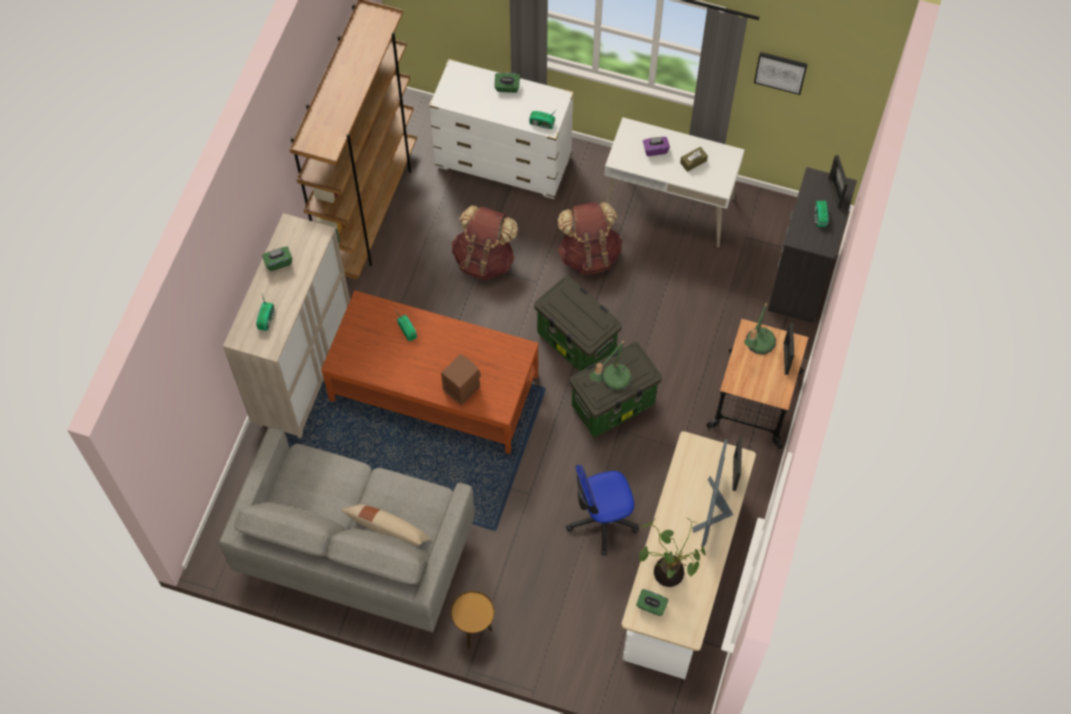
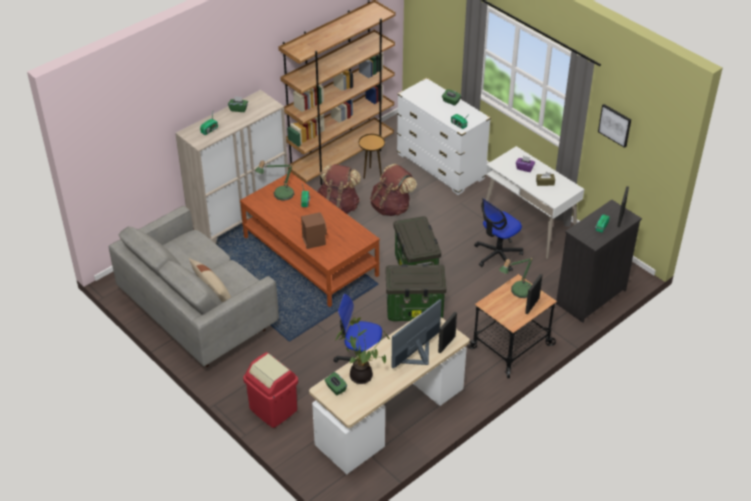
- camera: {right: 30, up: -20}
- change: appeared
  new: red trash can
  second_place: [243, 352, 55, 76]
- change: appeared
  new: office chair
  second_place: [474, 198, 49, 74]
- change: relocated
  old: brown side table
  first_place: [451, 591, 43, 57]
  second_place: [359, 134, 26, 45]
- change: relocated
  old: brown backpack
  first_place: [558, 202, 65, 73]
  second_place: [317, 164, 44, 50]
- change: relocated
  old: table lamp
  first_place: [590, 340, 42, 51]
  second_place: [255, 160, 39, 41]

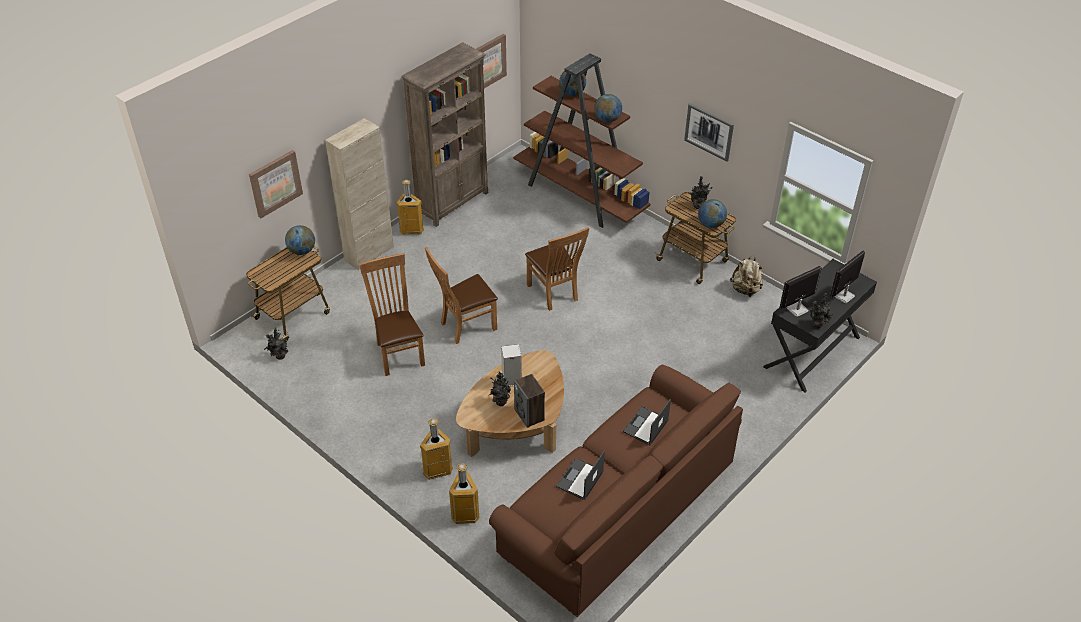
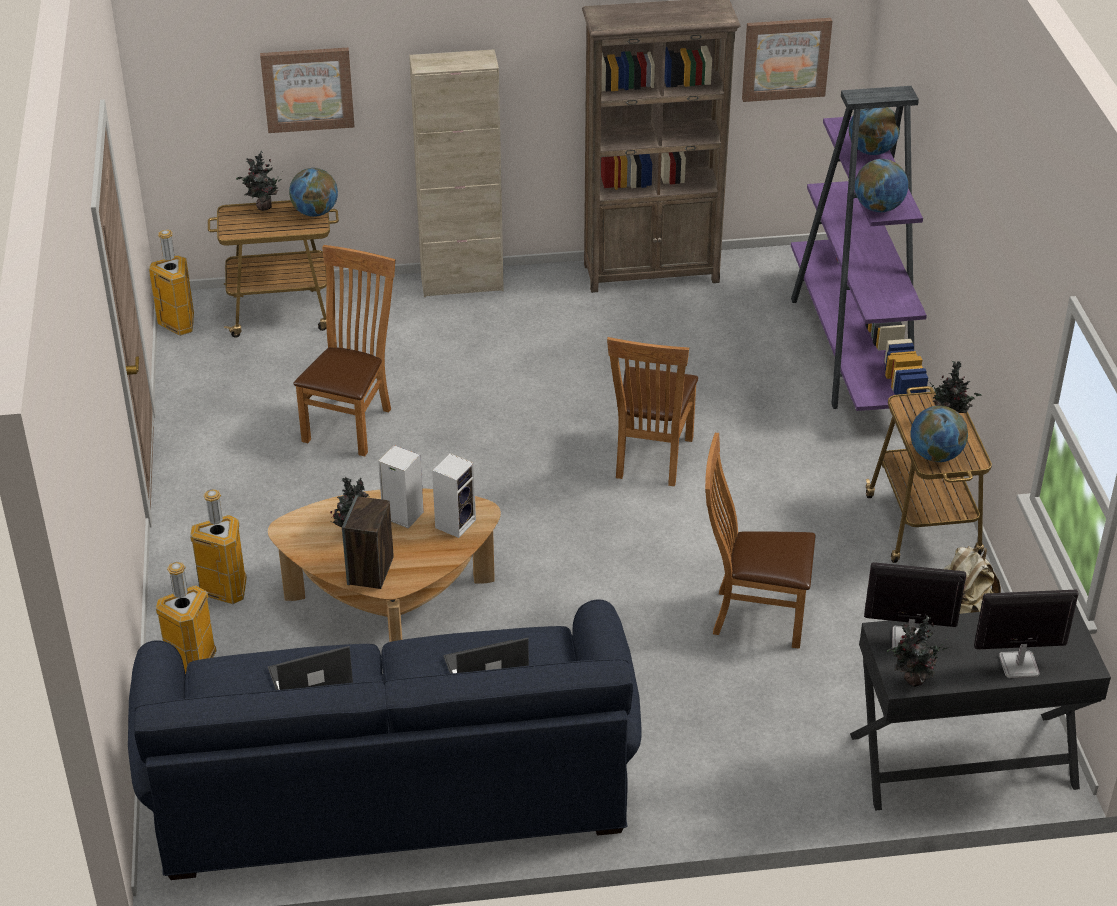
- camera: {right: 40, up: -5}
- change: missing
  old: picture
  first_place: [684, 103, 50, 59]
- change: appeared
  new: speaker
  second_place: [432, 453, 44, 85]
- change: relocated
  old: potted plant
  first_place: [264, 328, 24, 32]
  second_place: [236, 151, 47, 60]
- change: relocated
  old: trash can
  first_place: [396, 180, 28, 55]
  second_place: [149, 230, 45, 106]
- change: relocated
  old: brown chair
  first_place: [425, 247, 73, 97]
  second_place: [705, 433, 110, 216]
- change: colour
  old: brown sofa
  new: blue sofa
  first_place: [489, 365, 254, 252]
  second_place: [128, 600, 514, 280]
- change: colour
  old: brown bookcase
  new: purple bookcase
  first_place: [513, 53, 137, 175]
  second_place: [791, 86, 137, 325]

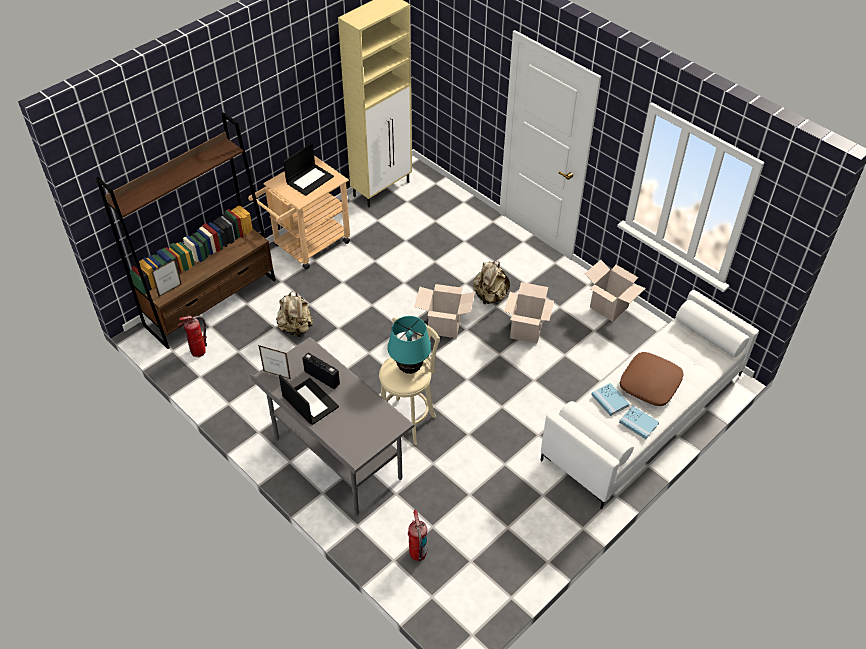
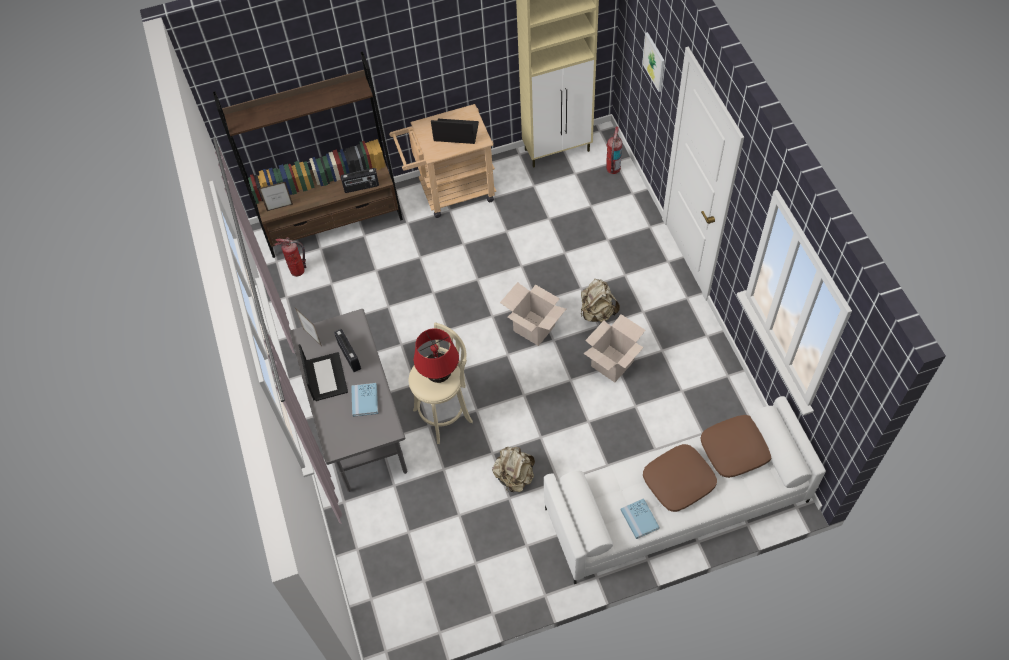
- camera: {right: 30, up: 10}
- change: missing
  old: cardboard box
  first_place: [585, 260, 61, 62]
- change: appeared
  new: radio
  second_place: [341, 168, 38, 25]
- change: appeared
  new: picture
  second_place: [642, 32, 23, 60]
- change: appeared
  new: brown pillow
  second_place: [700, 415, 71, 63]
- change: relocated
  old: beige backpack
  first_place: [276, 291, 37, 47]
  second_place: [492, 447, 43, 45]
- change: relocated
  old: fire extinguisher
  first_place: [408, 510, 19, 51]
  second_place: [606, 126, 16, 48]
- change: relocated
  old: blue book
  first_place: [591, 383, 39, 33]
  second_place: [351, 383, 27, 34]
- change: colour
  old: turquoise table lamp
  new: red table lamp
  first_place: [387, 316, 45, 58]
  second_place: [414, 328, 45, 55]
- change: spun
  old: laptop
  first_place: [283, 143, 51, 53]
  second_place: [431, 119, 48, 25]
  degrees: -150

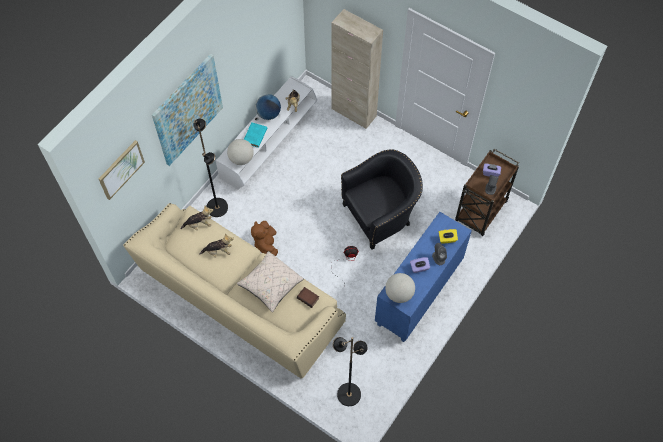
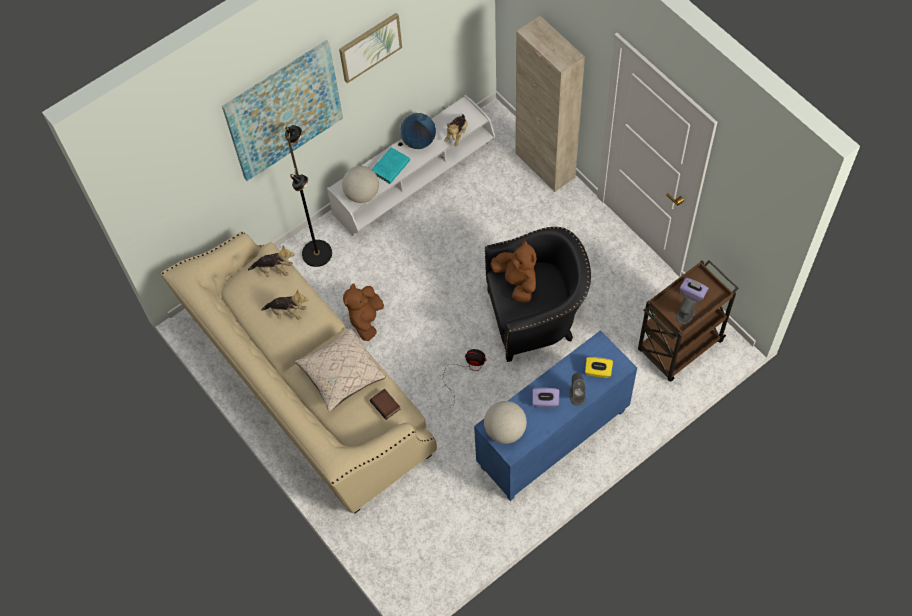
- camera: {right: 20, up: 0}
- change: missing
  old: black floor lamp
  first_place: [333, 337, 35, 69]
- change: appeared
  new: brown plush toy
  second_place: [491, 240, 46, 63]
- change: relocated
  old: picture
  first_place: [99, 140, 46, 60]
  second_place: [339, 13, 63, 70]

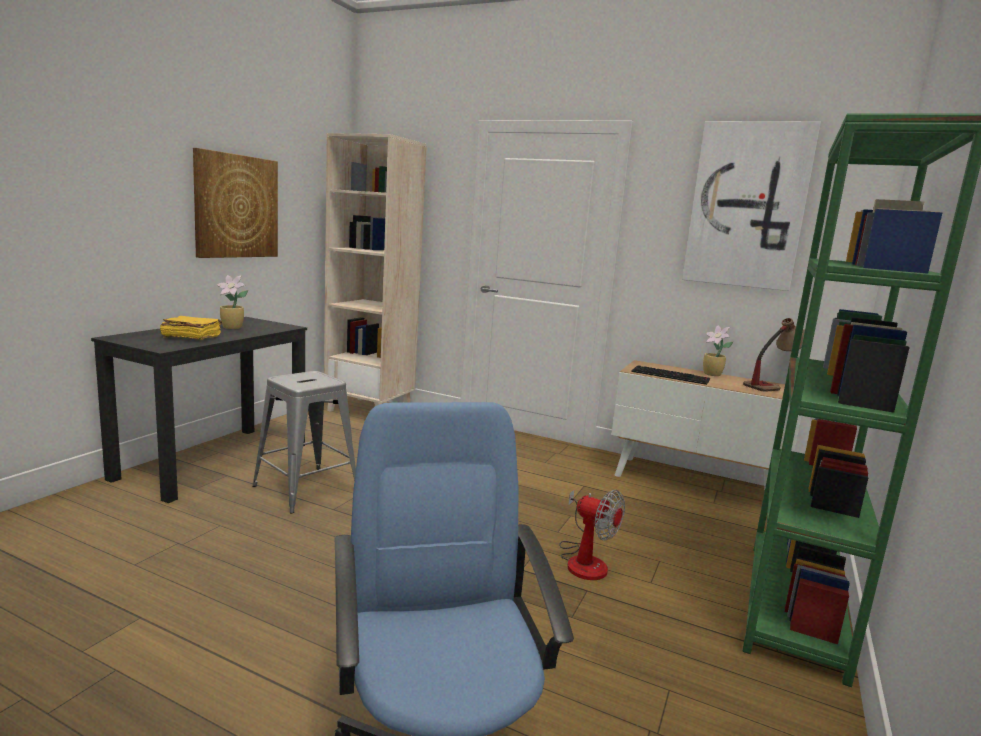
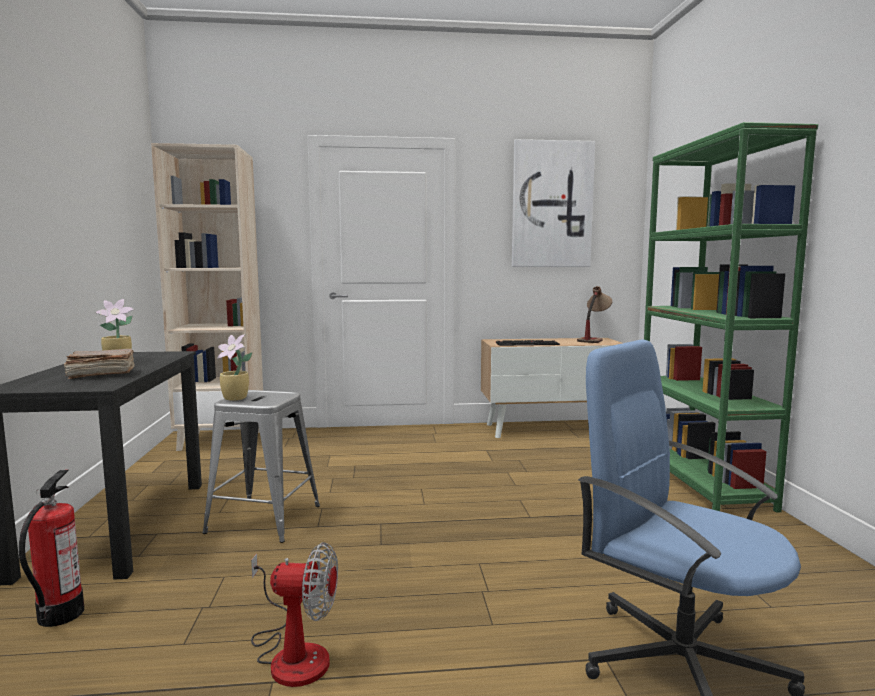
- camera: {right: -30, up: -5}
- change: missing
  old: picture
  first_place: [193, 148, 85, 110]
- change: appeared
  new: fire extinguisher
  second_place: [19, 470, 65, 157]
- change: relocated
  old: fan
  first_place: [560, 490, 65, 90]
  second_place: [251, 542, 87, 145]
- change: relocated
  old: potted plant
  first_place: [703, 325, 30, 51]
  second_place: [217, 334, 36, 67]
- change: colour
  old: yellow book
  new: brown book
  first_place: [160, 316, 62, 24]
  second_place: [64, 349, 71, 30]

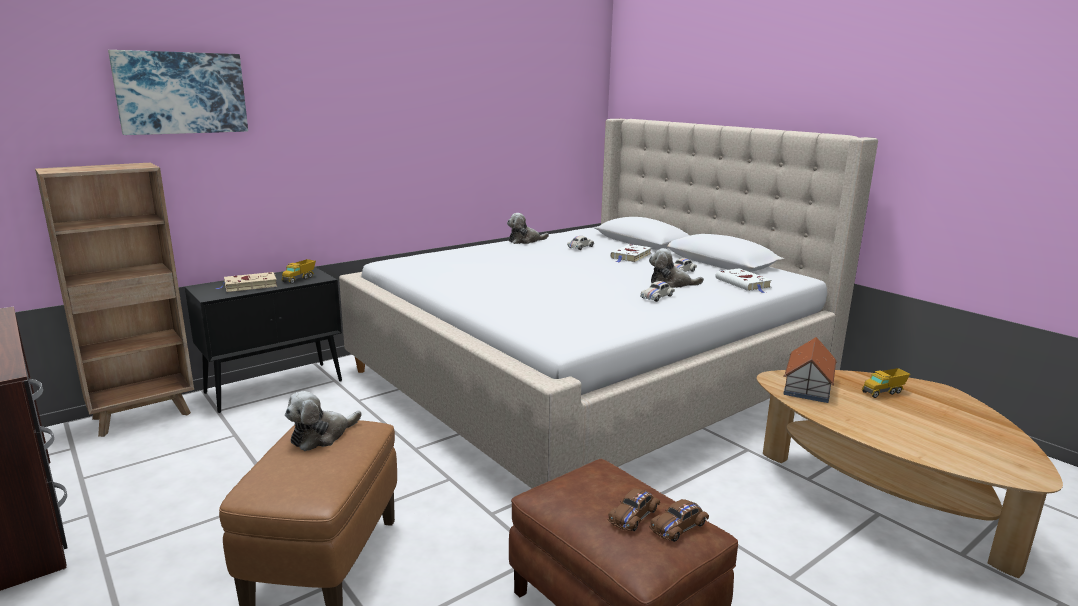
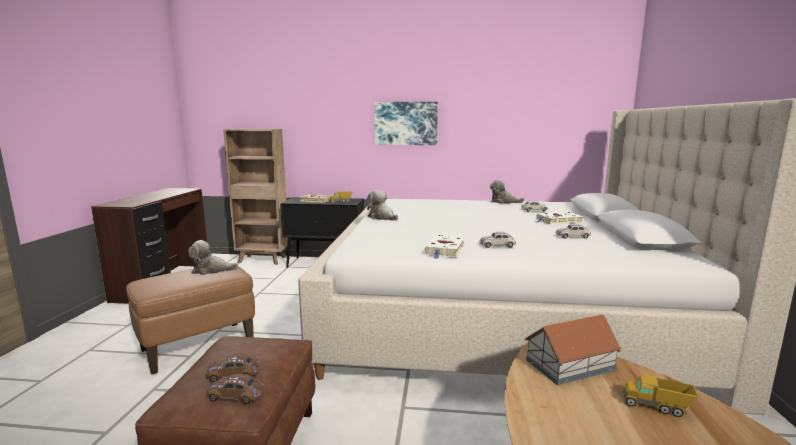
- camera: {right: 45, up: -5}
- change: relocated
  old: picture
  first_place: [108, 50, 140, 85]
  second_place: [374, 102, 64, 43]
- change: relocated
  old: plush toy
  first_place: [649, 248, 55, 40]
  second_place: [367, 190, 31, 31]
- change: relocated
  old: white book
  first_place: [715, 268, 57, 25]
  second_place: [424, 234, 41, 25]

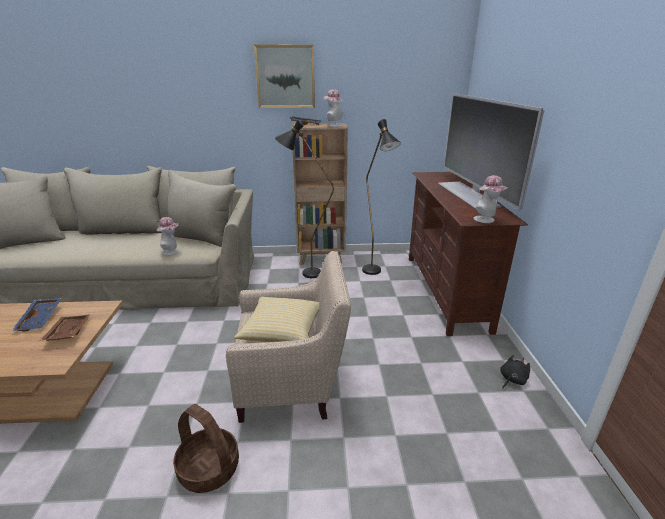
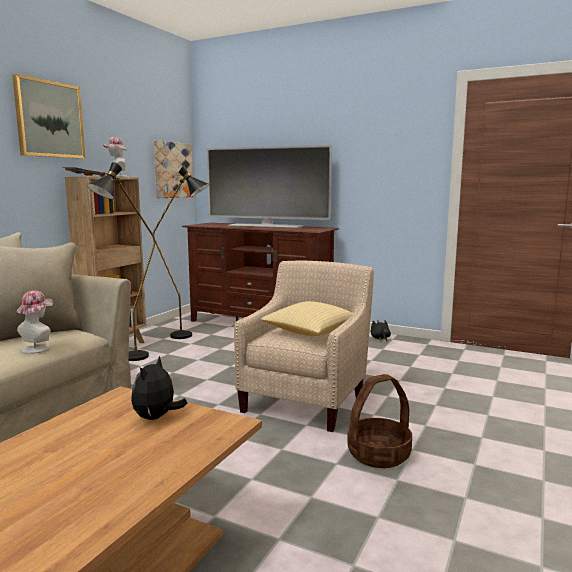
- camera: {right: -60, up: -15}
- change: missing
  old: blue tray
  first_place: [12, 298, 49, 33]
- change: missing
  old: hat
  first_place: [473, 175, 35, 48]
- change: appeared
  new: picture
  second_place: [154, 140, 40, 58]
- change: exchanged
  old: brown tray
  new: plush toy
  first_place: [41, 314, 50, 27]
  second_place: [131, 356, 56, 64]

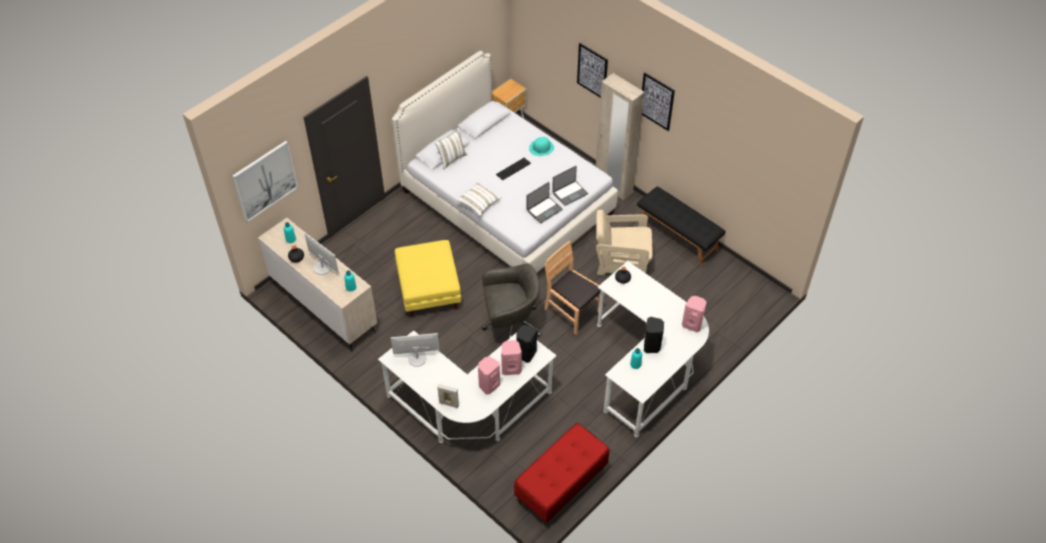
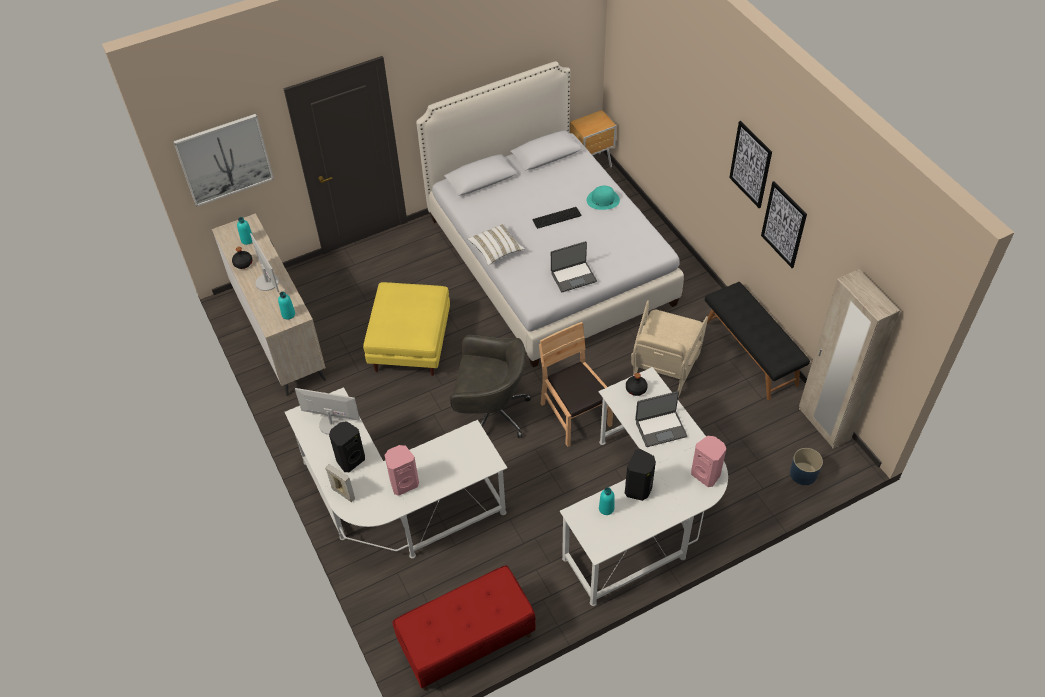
- camera: {right: 20, up: 0}
- change: missing
  old: white pillow
  first_place: [435, 128, 32, 42]
- change: missing
  old: pink speaker
  first_place: [501, 340, 21, 35]
- change: appeared
  new: blue planter
  second_place: [790, 448, 33, 37]
- change: relocated
  old: black speaker
  first_place: [517, 325, 20, 38]
  second_place: [329, 421, 36, 51]
- change: relocated
  old: laptop
  first_place: [552, 166, 36, 40]
  second_place: [635, 391, 52, 56]
- change: relocated
  old: picture
  first_place: [577, 43, 31, 55]
  second_place: [761, 181, 46, 87]
- change: relocated
  old: beige wardrobe
  first_place: [596, 73, 48, 127]
  second_place: [799, 269, 101, 180]
- change: spun
  old: beige armchair
  first_place: [596, 210, 57, 65]
  second_place: [631, 300, 77, 97]
  degrees: -90

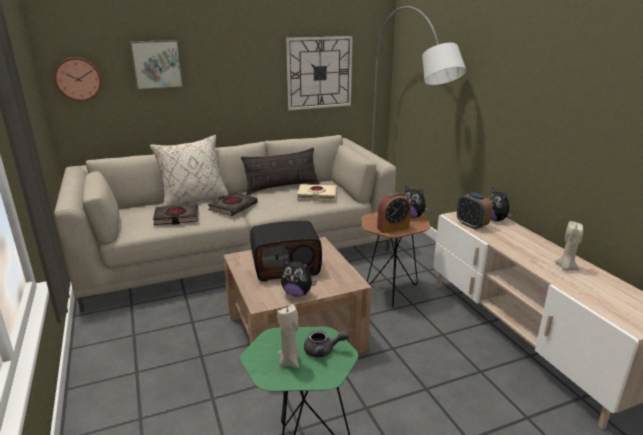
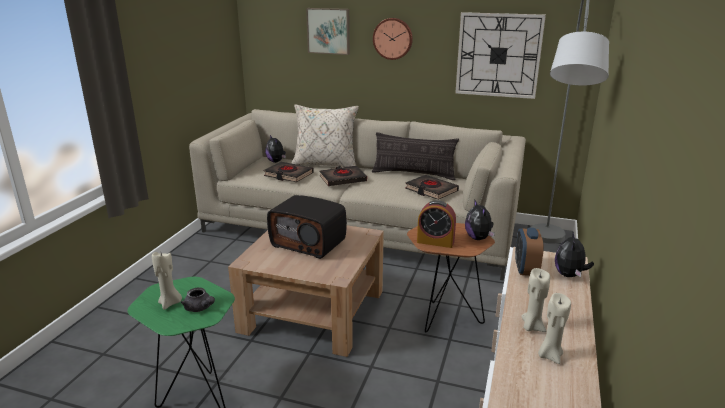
- camera: {right: 40, up: 0}
- change: appeared
  new: beige candle
  second_place: [521, 268, 29, 64]
- change: relocated
  old: wall clock
  first_place: [54, 57, 48, 44]
  second_place: [373, 18, 40, 42]
- change: relocated
  old: plush toy
  first_place: [281, 259, 36, 38]
  second_place: [265, 135, 21, 28]
- change: colour
  old: beige book
  new: black book
  first_place: [297, 184, 40, 17]
  second_place: [405, 175, 54, 25]

